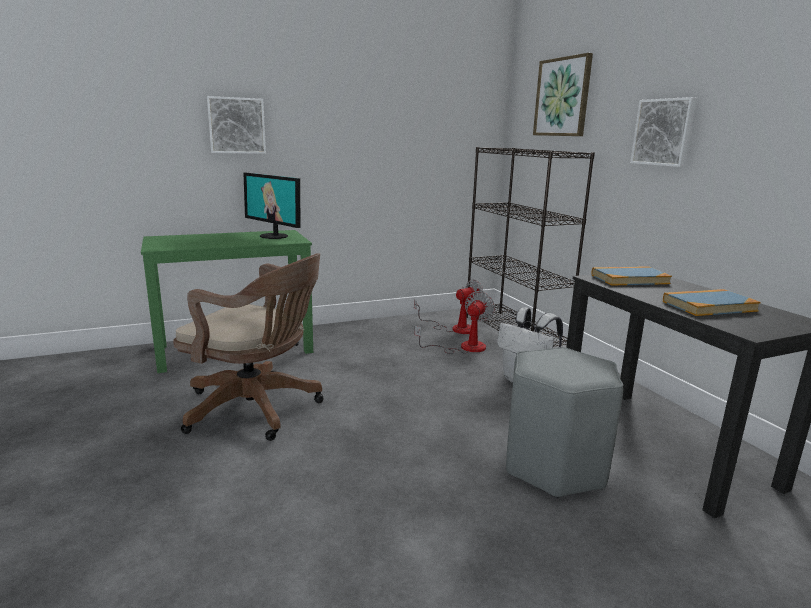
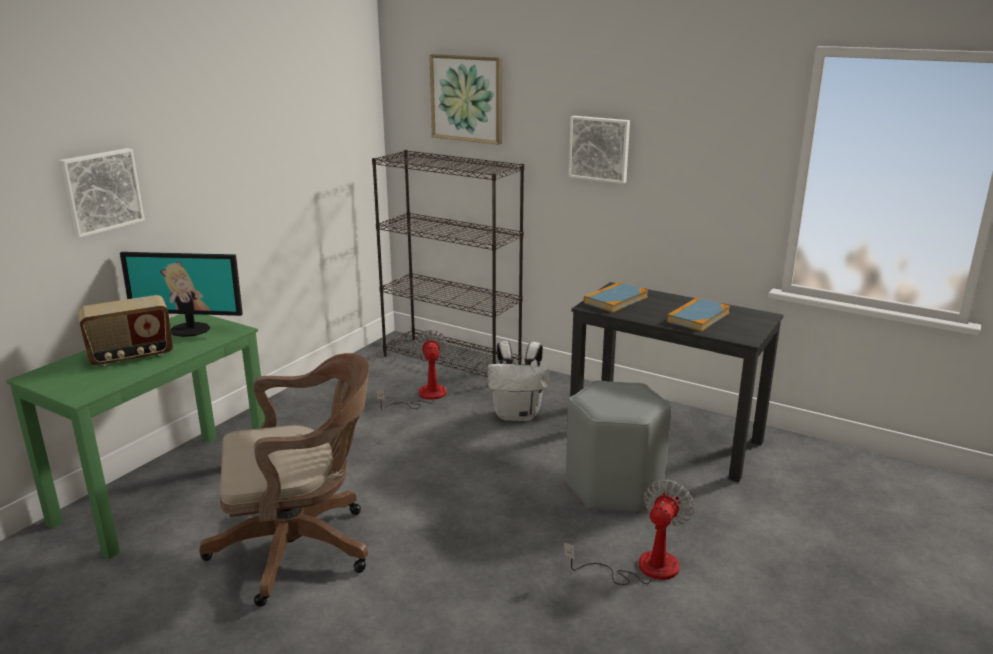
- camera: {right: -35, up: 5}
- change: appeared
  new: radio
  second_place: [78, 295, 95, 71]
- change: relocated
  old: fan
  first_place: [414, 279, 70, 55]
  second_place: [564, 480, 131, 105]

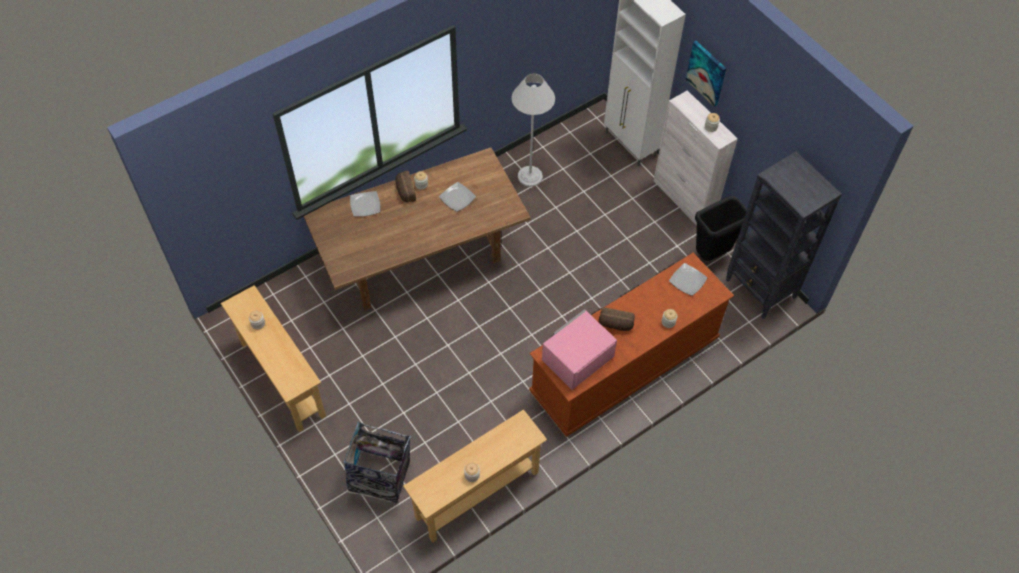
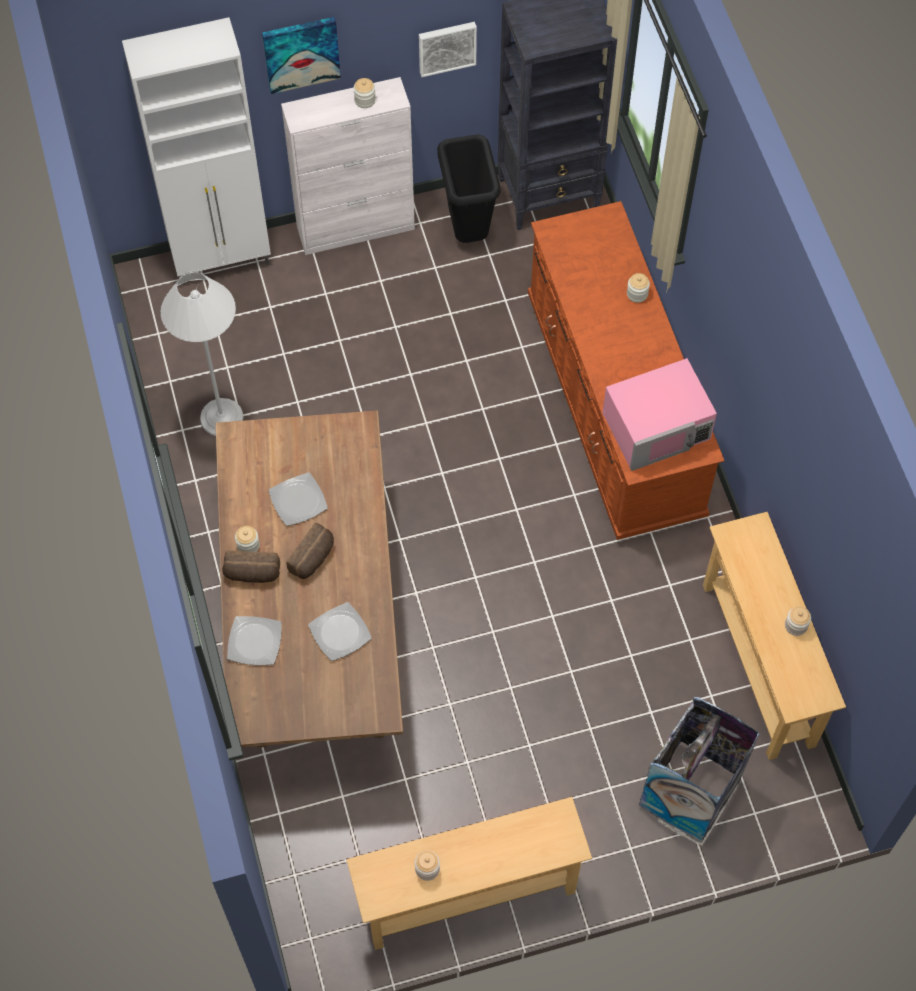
- camera: {right: -70, up: 5}
- change: appeared
  new: picture
  second_place: [419, 22, 58, 55]
- change: relocated
  old: bread
  first_place: [599, 307, 36, 24]
  second_place: [286, 523, 48, 56]
- change: relocated
  old: plate
  first_place: [669, 263, 38, 33]
  second_place: [308, 602, 64, 59]
- change: spun
  old: pink microwave
  first_place: [542, 309, 75, 81]
  second_place: [602, 358, 115, 113]
  degrees: -90

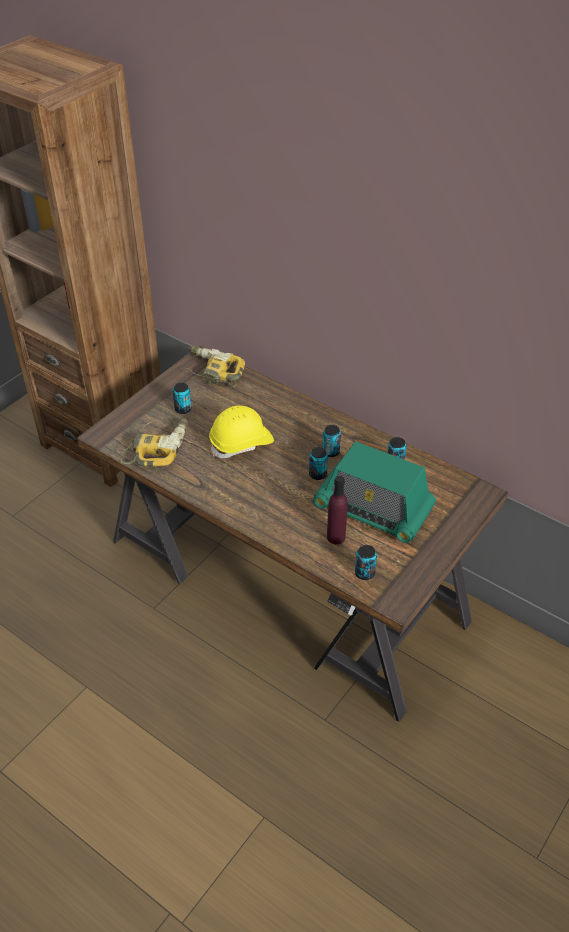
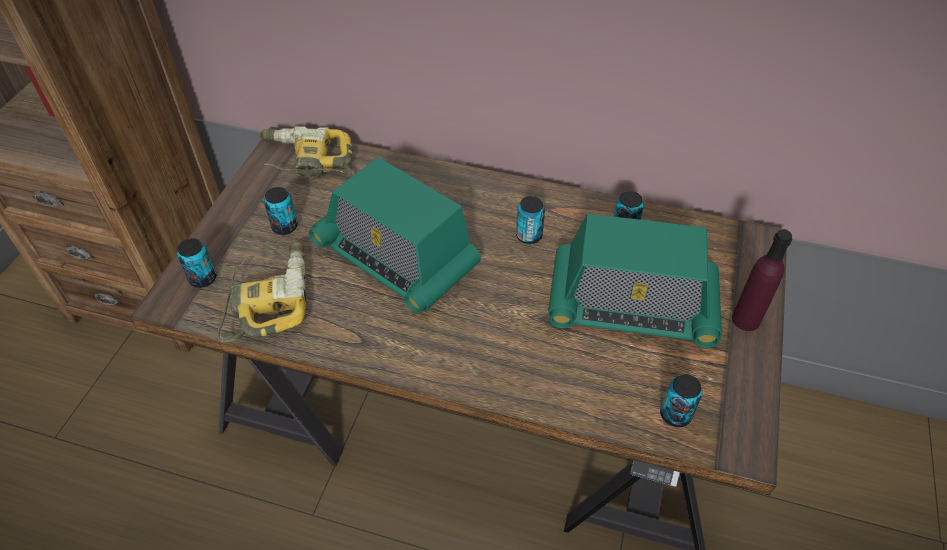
- camera: {right: -20, up: 5}
- change: relocated
  old: can
  first_place: [309, 447, 19, 33]
  second_place: [177, 238, 39, 50]
- change: relocated
  old: purple bottle
  first_place: [327, 476, 21, 68]
  second_place: [732, 230, 60, 101]
- change: exchanged
  old: yellow hard hat
  new: radio
  first_place: [209, 405, 65, 53]
  second_place: [309, 157, 172, 157]

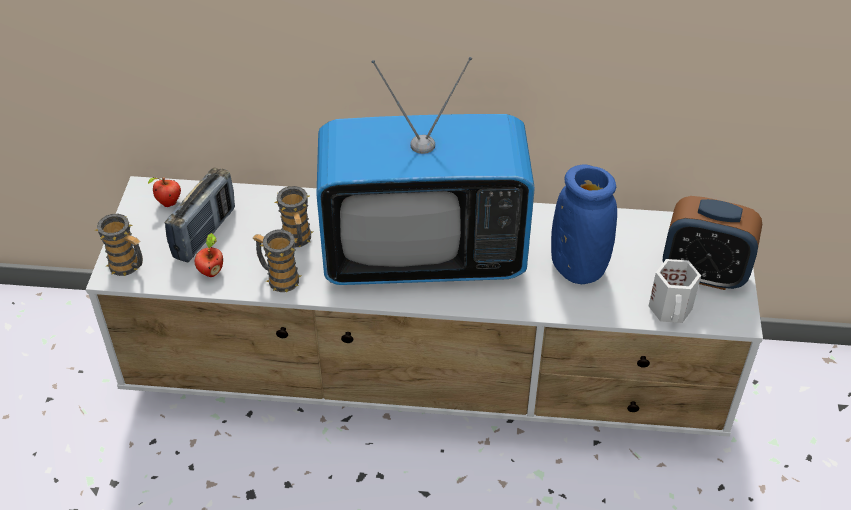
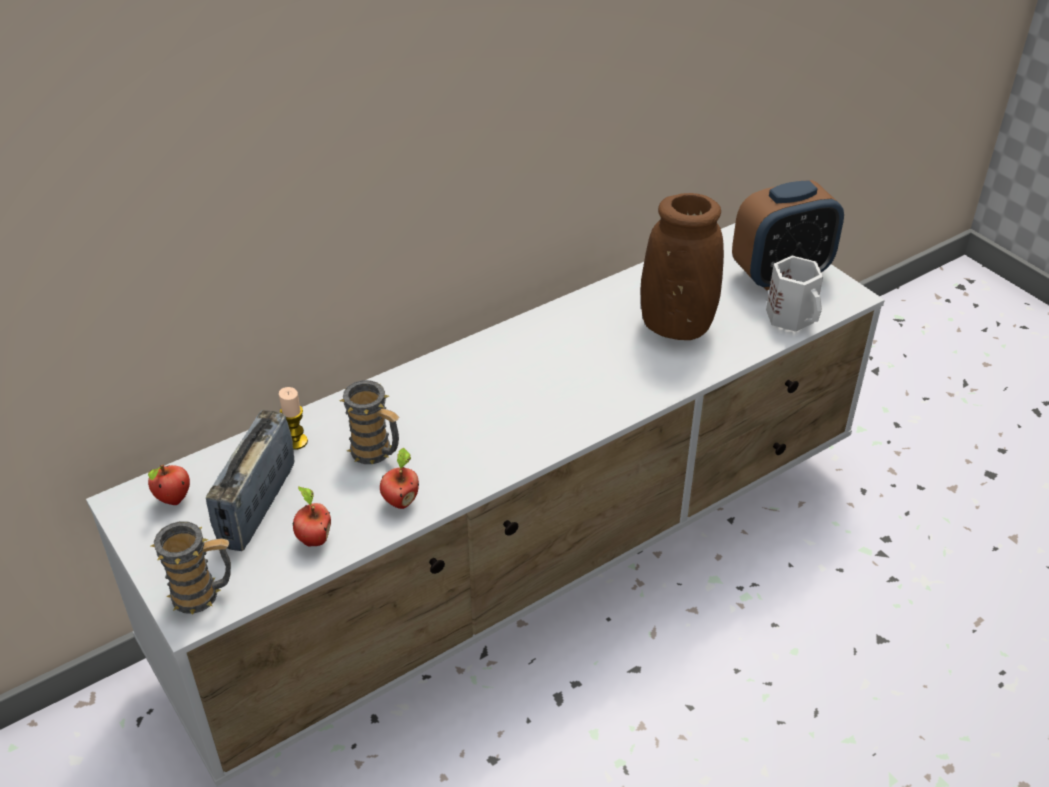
- camera: {right: -40, up: -5}
- change: missing
  old: television
  first_place: [316, 57, 219, 228]
- change: appeared
  new: candle
  second_place: [279, 387, 29, 63]
- change: exchanged
  old: mug
  new: apple
  first_place: [253, 229, 48, 63]
  second_place: [380, 448, 39, 61]
- change: colour
  old: blue vase
  new: brown vase
  first_place: [551, 164, 66, 120]
  second_place: [640, 193, 84, 147]
- change: spun
  old: radio
  first_place: [165, 167, 70, 95]
  second_place: [206, 410, 88, 141]
  degrees: -150

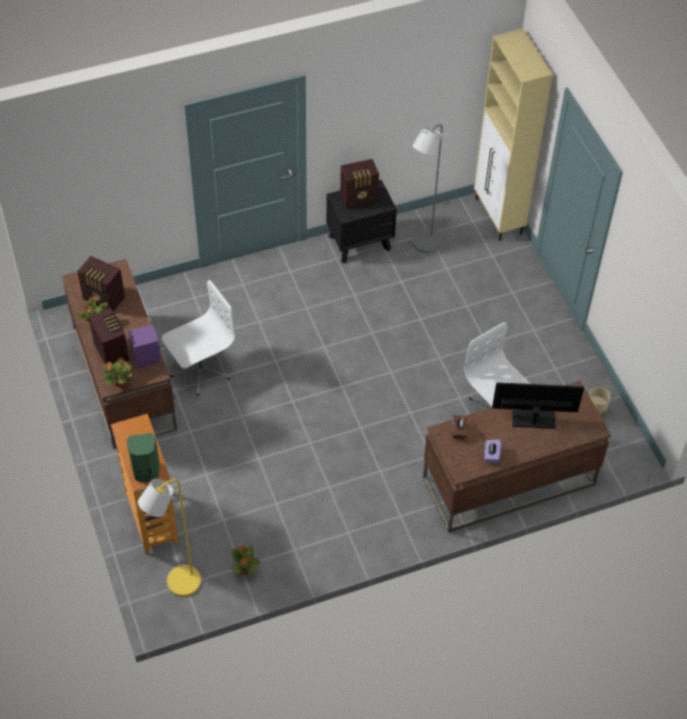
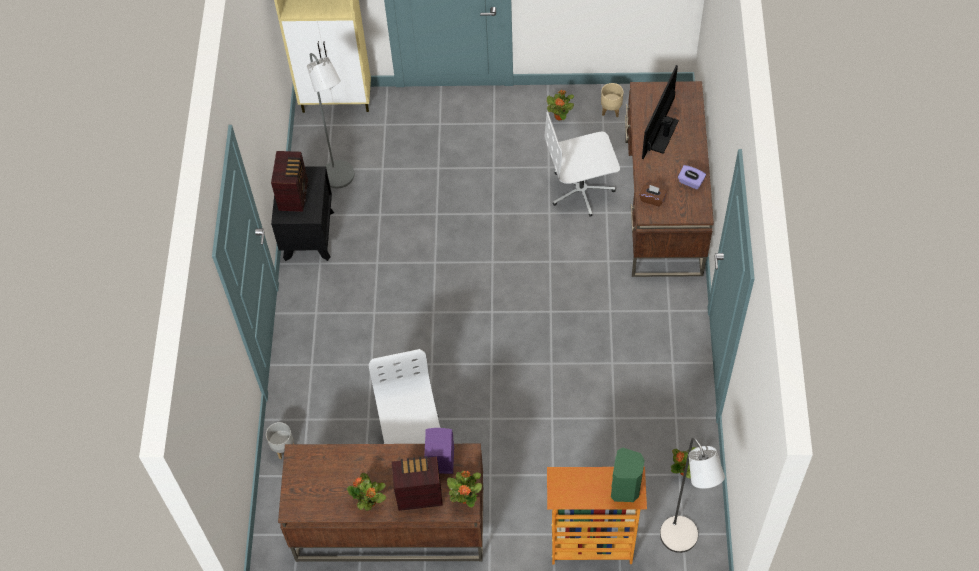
- camera: {right: -65, up: 5}
- change: missing
  old: radio
  first_place: [77, 256, 48, 56]
- change: appeared
  new: grey planter
  second_place: [266, 422, 28, 37]
- change: appeared
  new: potted plant
  second_place: [547, 90, 27, 30]
- change: colour
  old: yellow floor lamp
  new: grey floor lamp
  first_place: [138, 479, 63, 118]
  second_place: [660, 438, 65, 115]

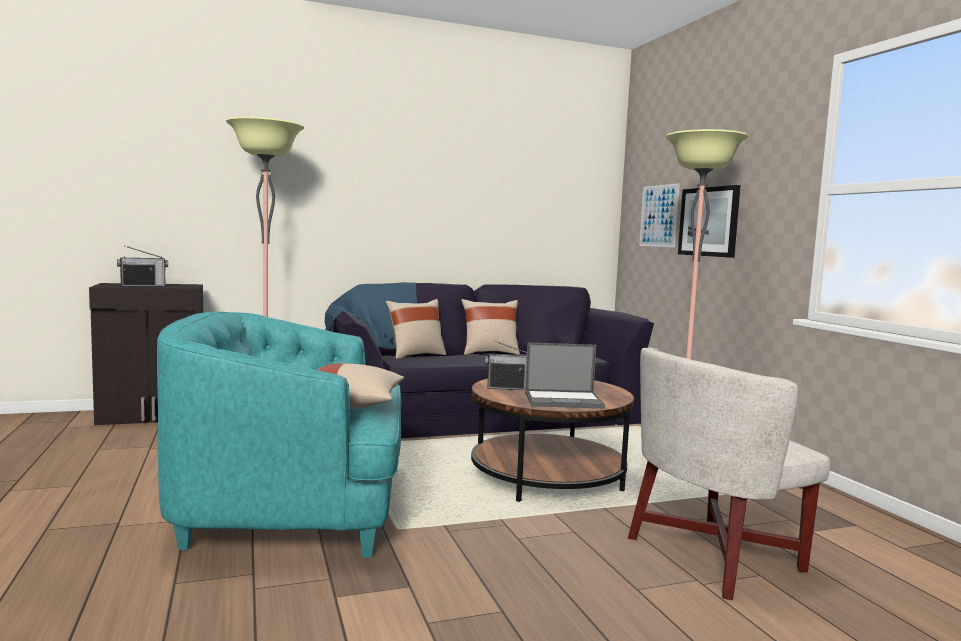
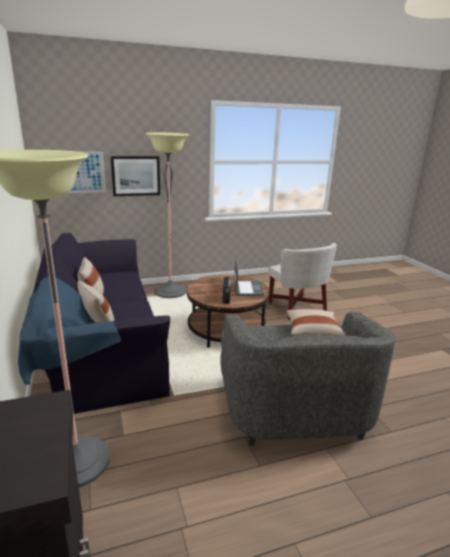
- camera: {right: -90, up: 15}
- change: missing
  old: radio
  first_place: [117, 246, 51, 41]
- change: colour
  old: turquoise armchair
  new: grey armchair
  first_place: [157, 311, 244, 247]
  second_place: [220, 312, 175, 134]

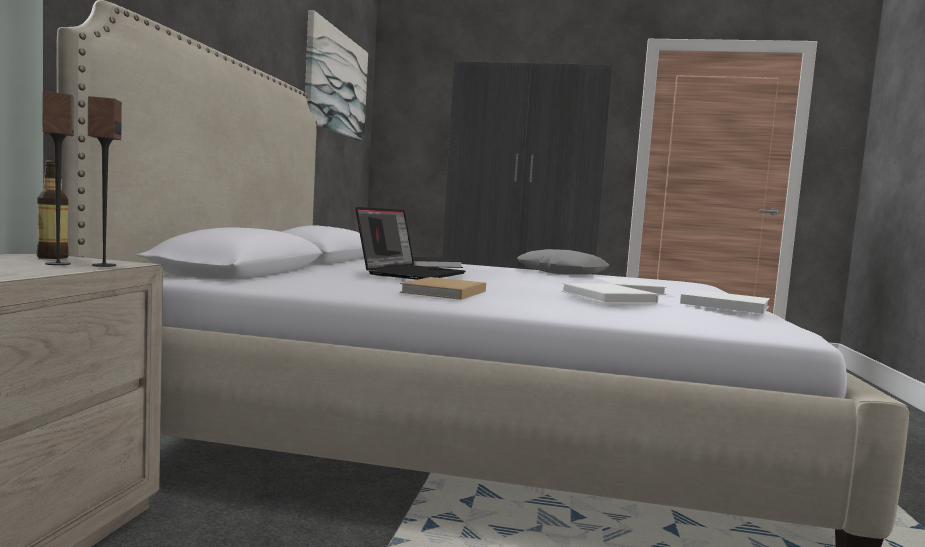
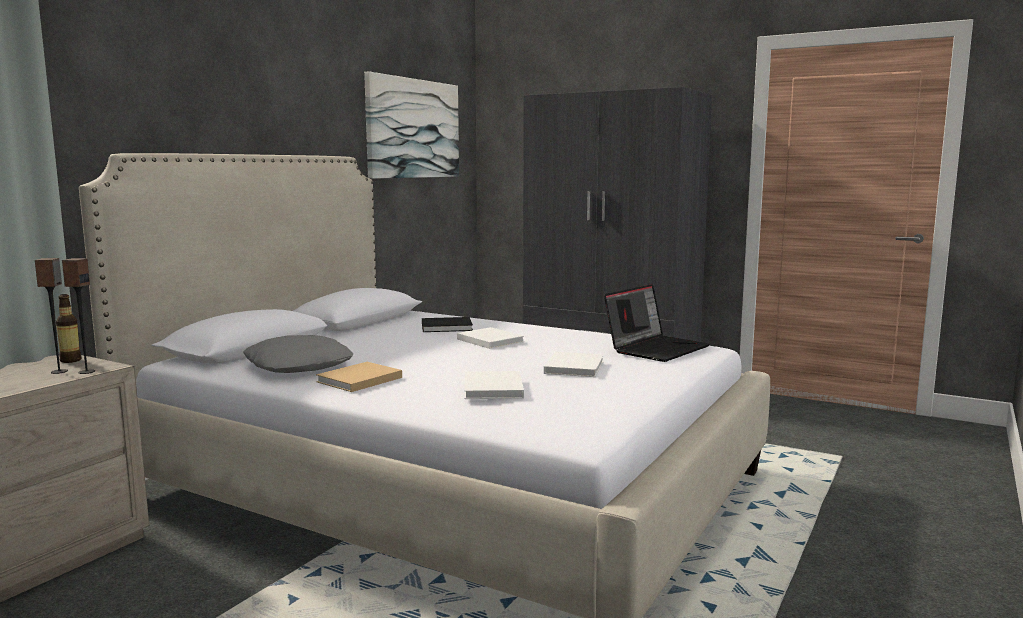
- camera: {right: 20, up: 5}
- change: relocated
  old: laptop
  first_place: [355, 207, 110, 73]
  second_place: [604, 284, 106, 78]
- change: relocated
  old: grey pillow
  first_place: [517, 249, 92, 26]
  second_place: [243, 335, 110, 38]
- change: relocated
  old: white book
  first_place: [680, 290, 90, 24]
  second_place: [457, 327, 67, 22]

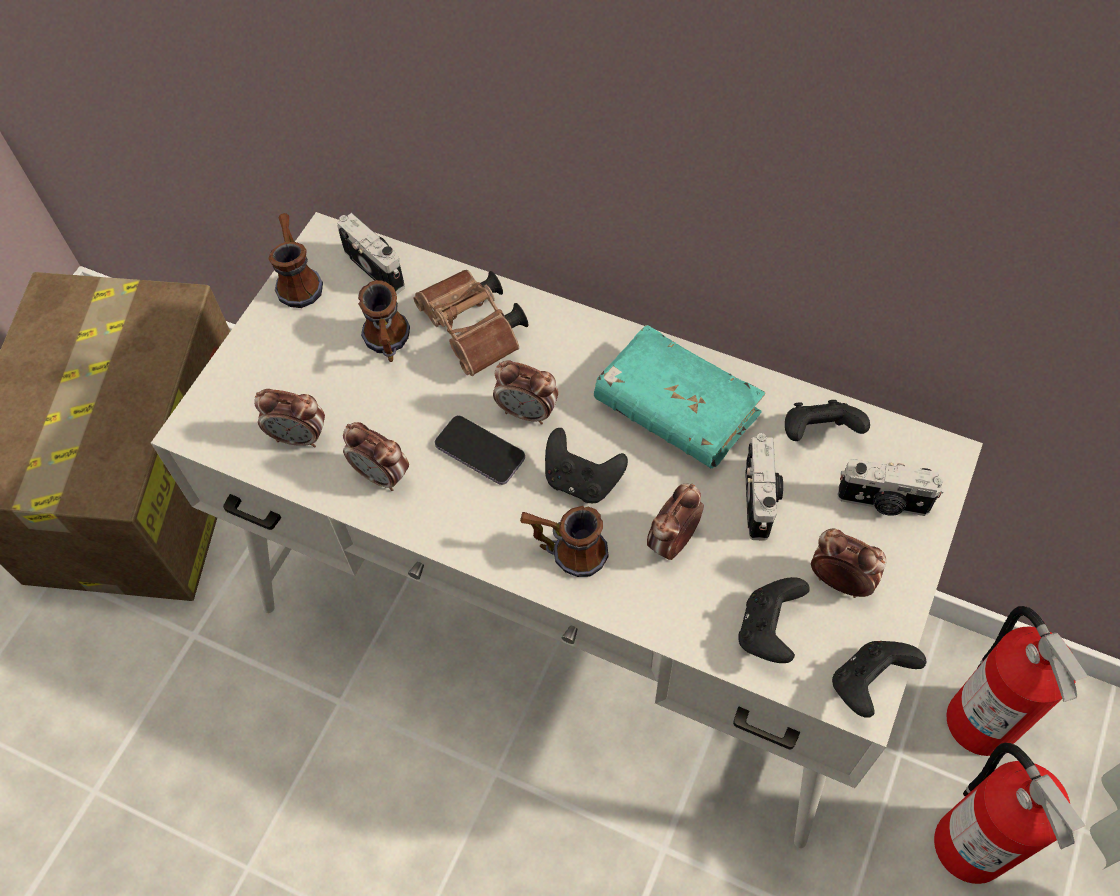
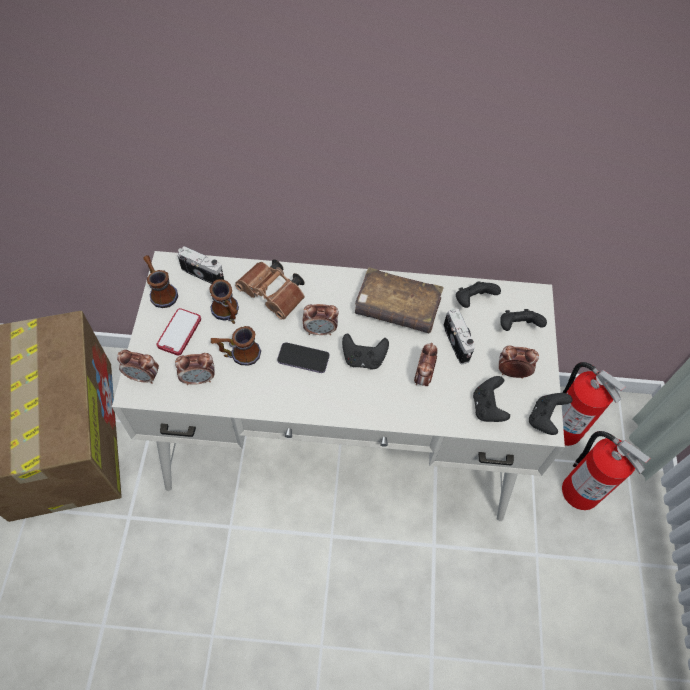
- camera: {right: -25, up: 0}
- change: appeared
  new: phone
  second_place: [157, 308, 44, 48]
- change: relocated
  old: alarm clock
  first_place: [343, 422, 66, 69]
  second_place: [117, 350, 42, 34]
- change: relocated
  old: mug
  first_place: [520, 506, 89, 71]
  second_place: [211, 326, 50, 40]
- change: exchanged
  old: photo camera
  new: black game controller
  first_place: [837, 459, 107, 57]
  second_place: [500, 309, 47, 22]
- change: colour
  old: turquoise book
  new: brown book
  first_place: [594, 325, 171, 143]
  second_place: [355, 267, 88, 66]

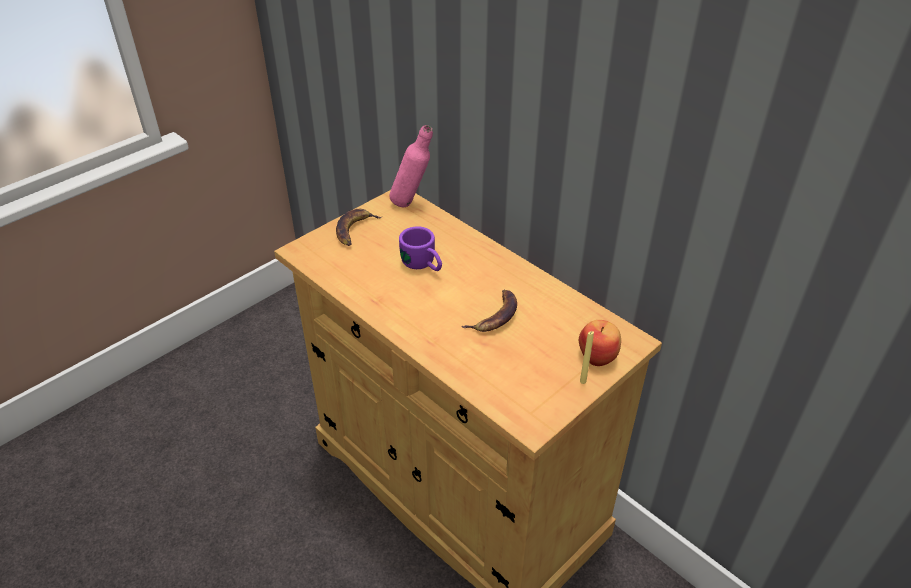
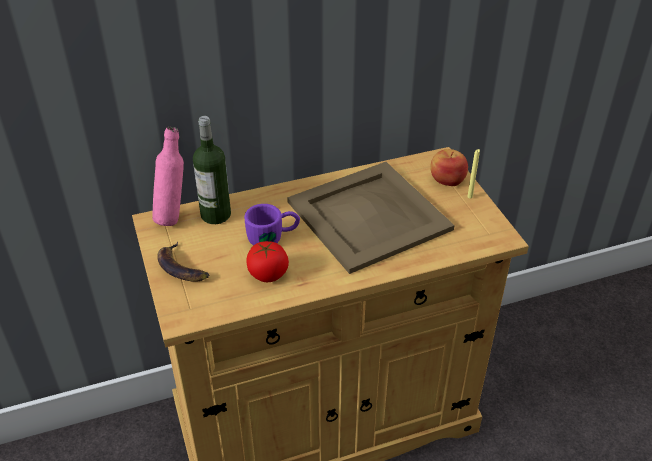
- camera: {right: -65, up: 0}
- change: appeared
  new: bottle
  second_place: [193, 116, 38, 108]
- change: appeared
  new: tomato
  second_place: [246, 241, 43, 41]
- change: exchanged
  old: banana
  new: beige tray
  first_place: [462, 289, 55, 43]
  second_place: [287, 162, 168, 112]

